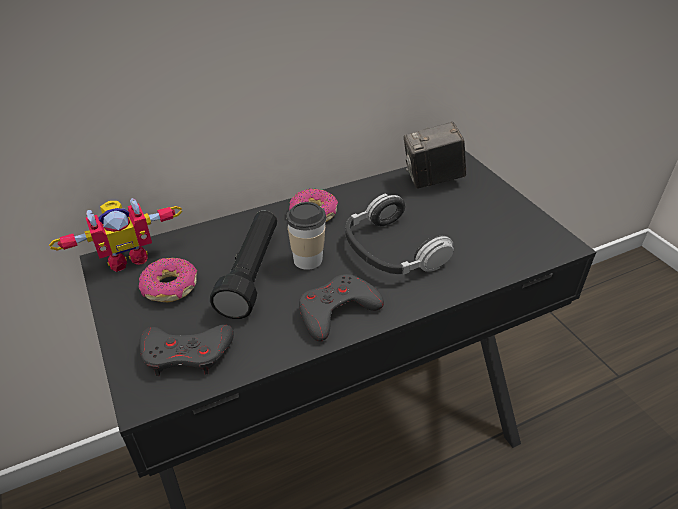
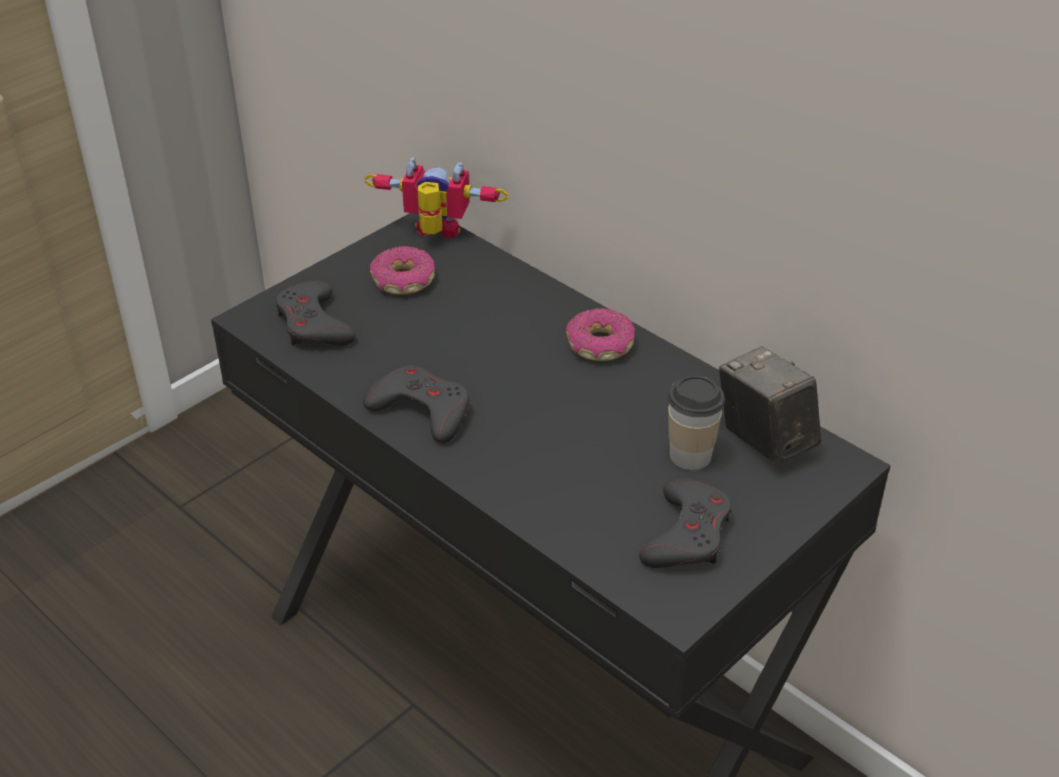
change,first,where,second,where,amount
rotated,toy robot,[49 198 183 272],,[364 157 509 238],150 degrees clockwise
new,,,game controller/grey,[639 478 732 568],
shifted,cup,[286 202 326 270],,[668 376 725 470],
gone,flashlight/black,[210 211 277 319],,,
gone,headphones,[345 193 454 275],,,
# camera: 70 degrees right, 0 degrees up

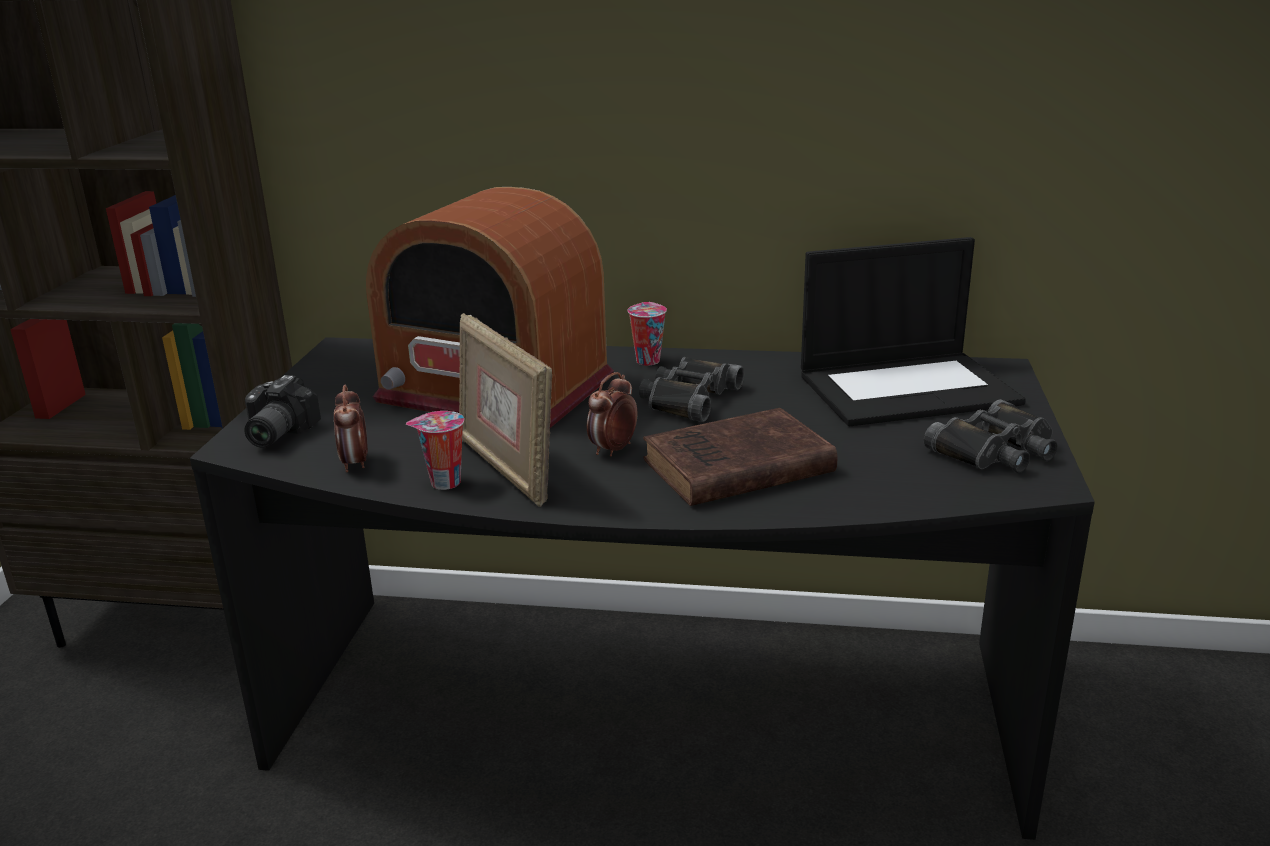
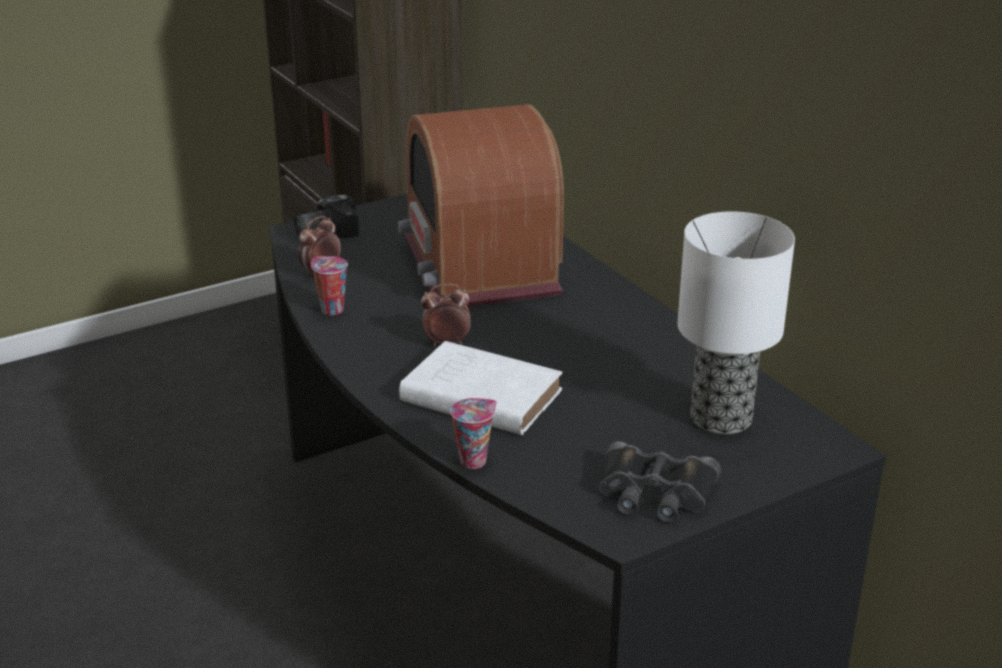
change,first,where,second,where,amount
repainted,book/brown,[643 408 837 506],book/white,[399 341 562 435],
shifted,cup,[627 302 667 366],,[450 398 497 469],
swapped,laptop,[801 237 1026 426],table lamp,[677 212 795 434],
gone,picture frame,[459 313 552 507],,,
gone,binoculars/black,[639 357 744 422],,,
# camera: 50 degrees right, 5 degrees up

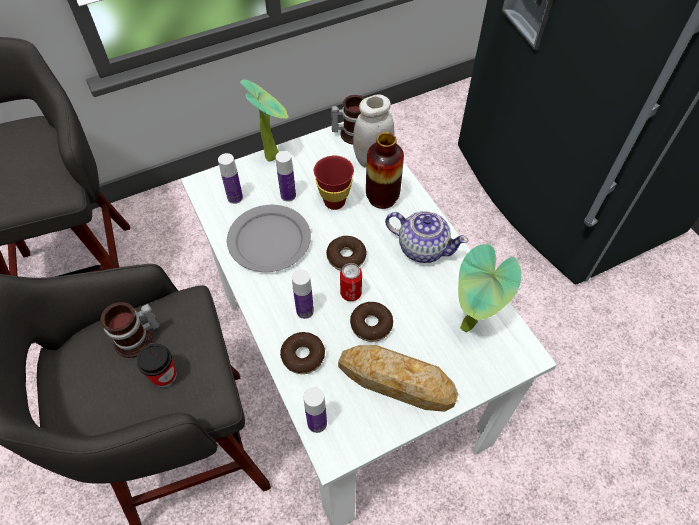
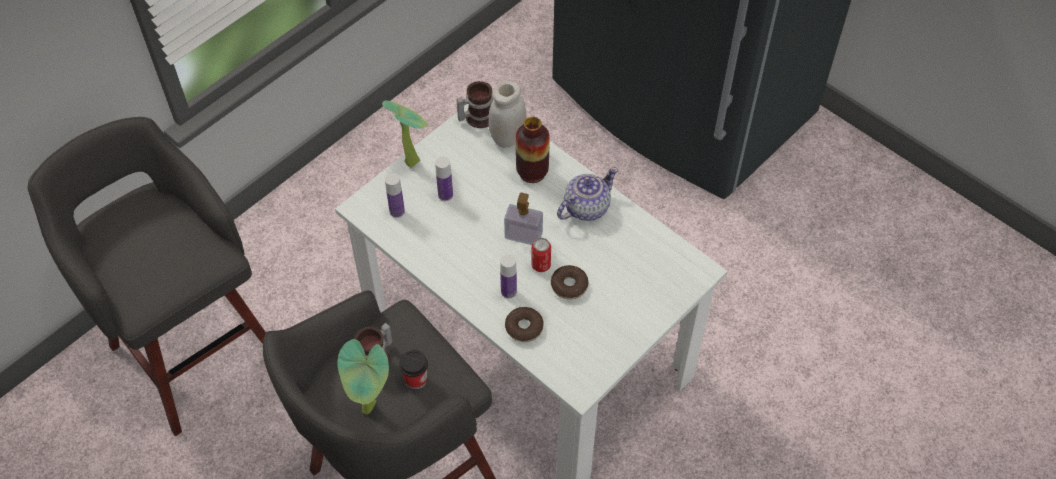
change,first,where,second,where,amount
shifted,potted plant,[458 244 521 332],,[337 339 389 415],
swapped,donut,[326 236 366 271],soap dispenser,[504 192 543 245],
rotated,teapot,[385 211 468 263],,[557 167 618 221],45 degrees counterclockwise
gone,plate/grey,[227 205 311 272],,,
gone,bottle,[304 387 327 433],,,
gone,cup/red,[314 156 354 210],,,
gone,bread,[338 345 458 412],,,
# camera: 20 degrees left, 0 degrees up

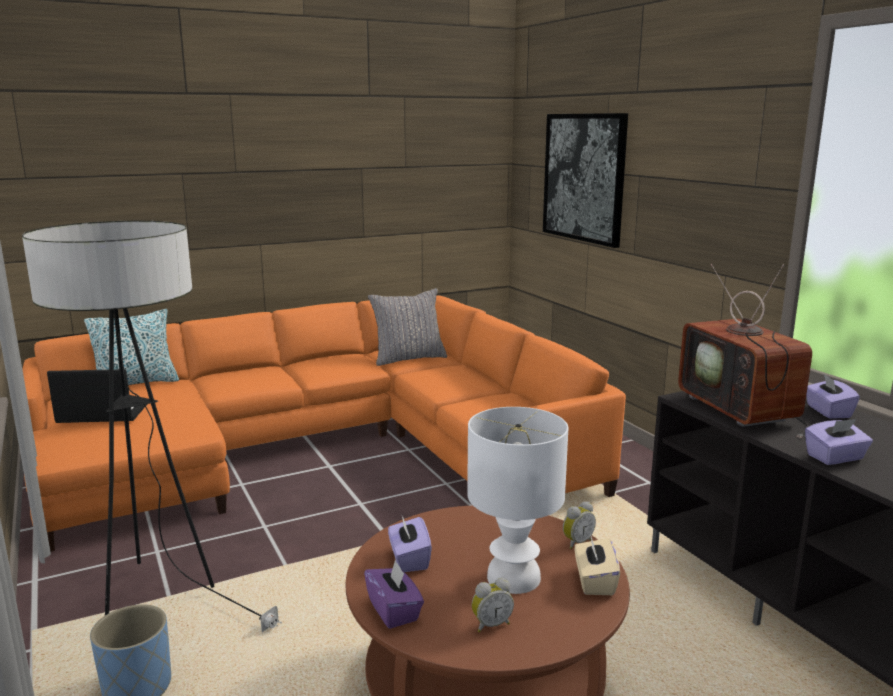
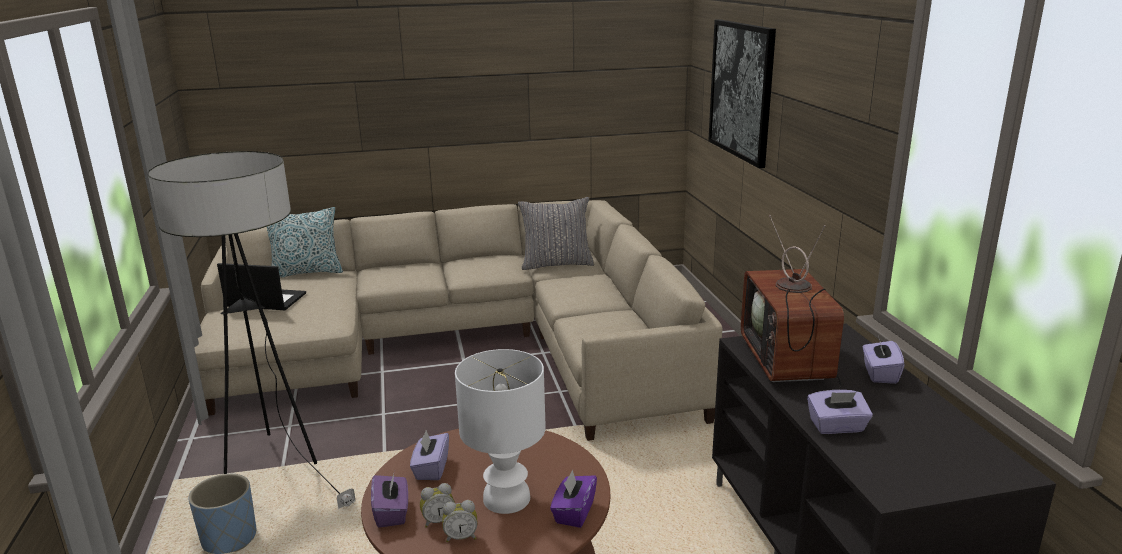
change,first,where,second,where,amount
repainted,sofa/orange,[22 295 626 552],sofa/beige,[194 200 722 441],
shifted,alarm clock,[563 501 596 549],,[420 483 455 528],
repainted,tissue box/beige,[575 533 620 595],tissue box/purple,[550 470 597 528],
# camera: 15 degrees right, 5 degrees up

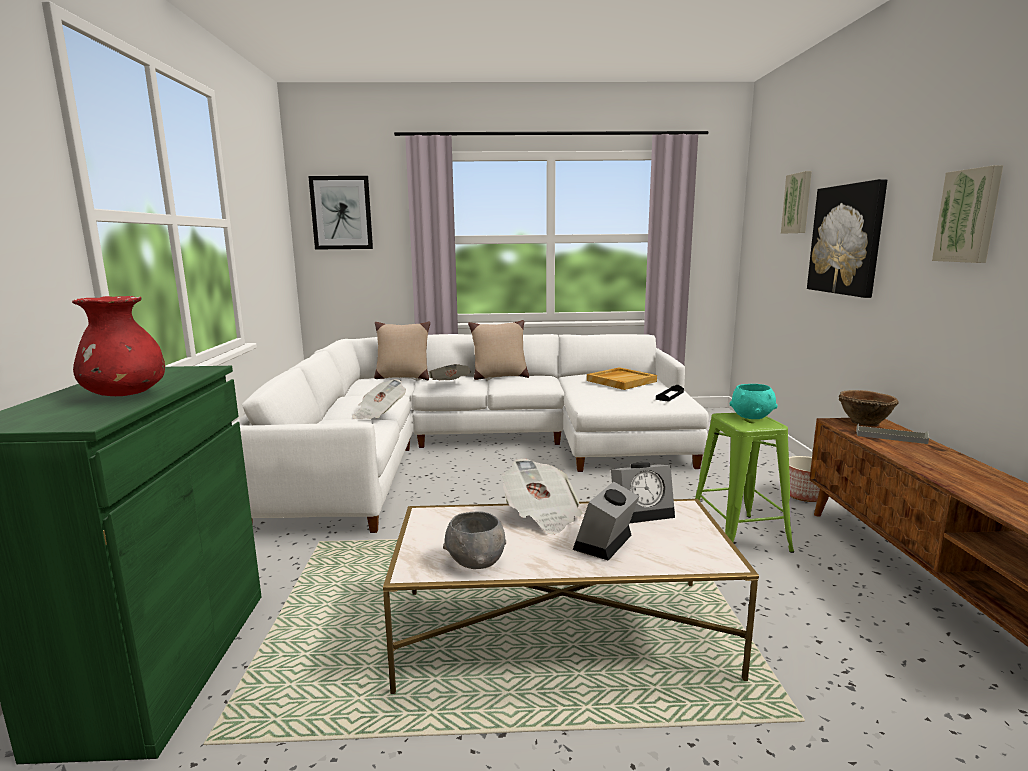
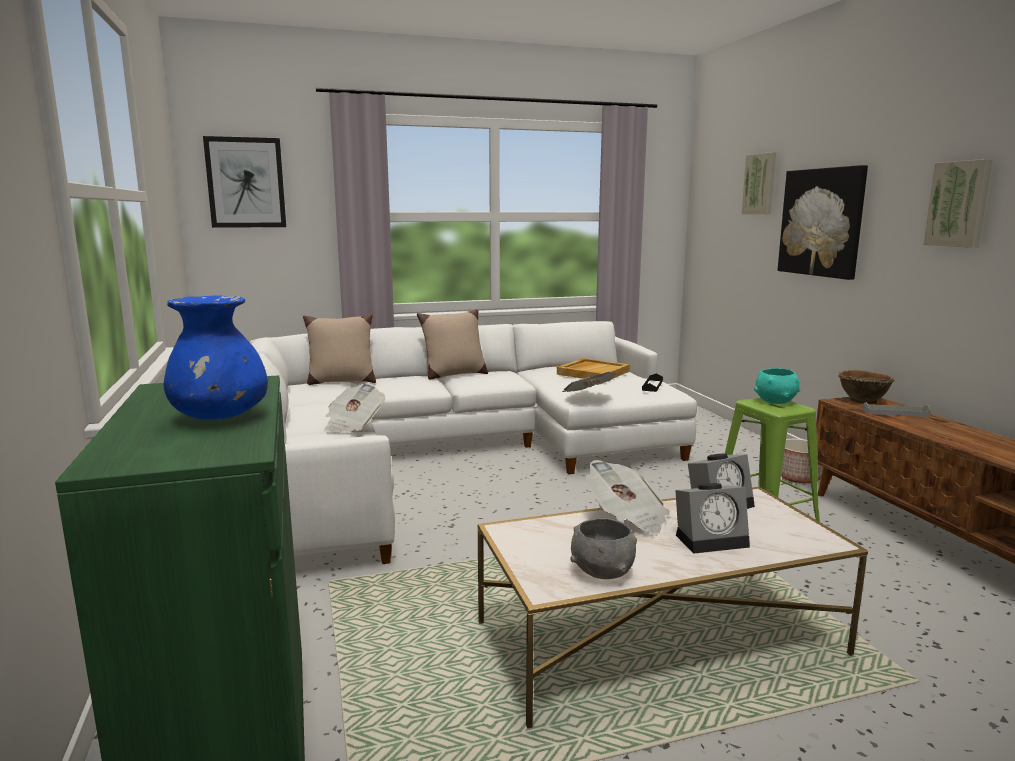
change,first,where,second,where,amount
repainted,vase/red,[72 296 165 396],vase/blue,[164 295 268 419],
shifted,newspaper,[429 364 471 380],,[562 372 616 392],
rotated,alarm clock,[573 481 639 561],,[675 483 750 553],120 degrees counterclockwise
# camera: 15 degrees left, 0 degrees up

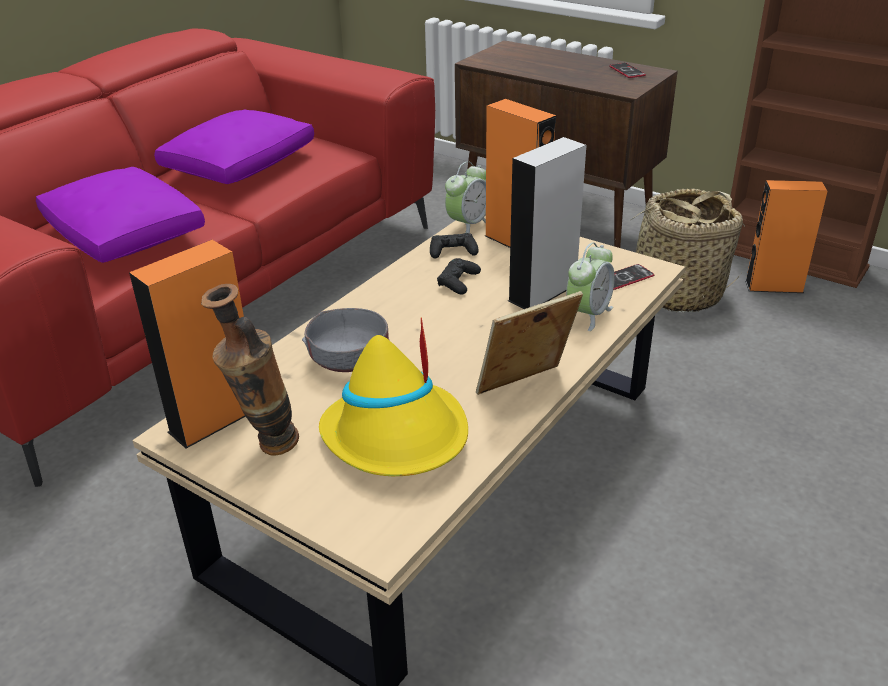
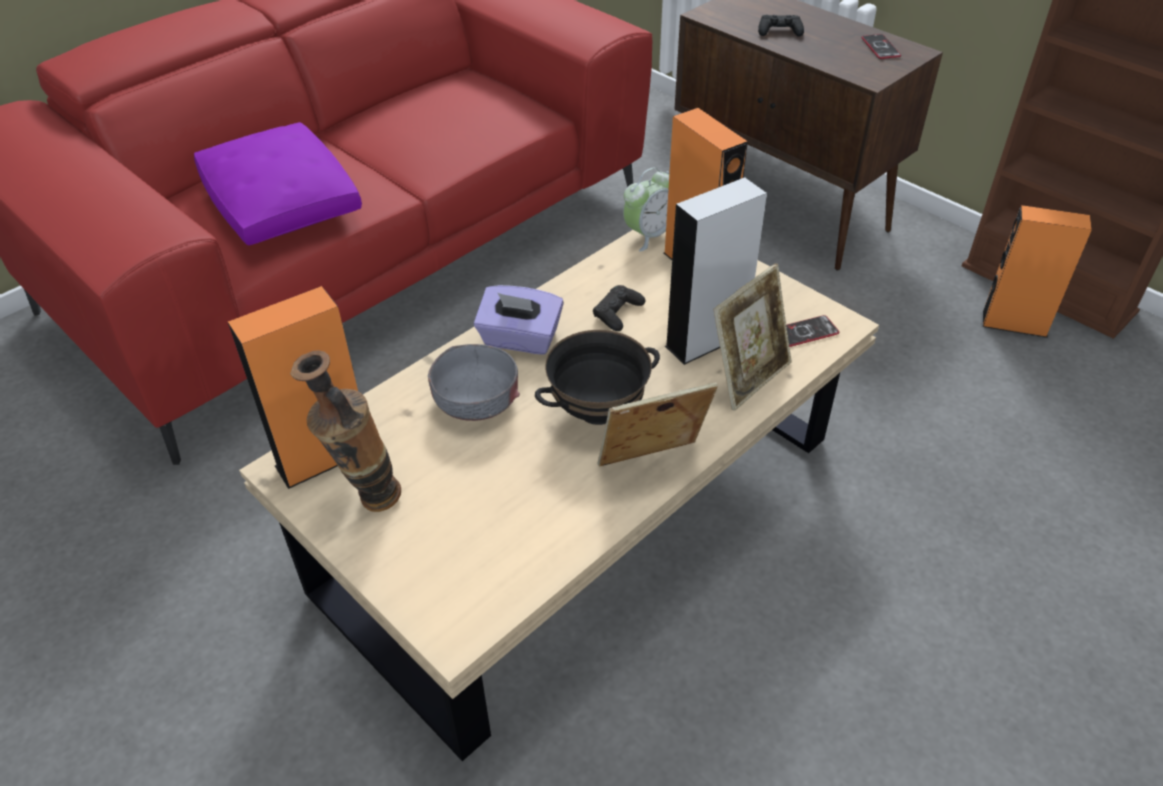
change,first,where,second,where,amount
new,,,tissue box/purple,[474 285 564 355],
new,,,bowl/black,[535 330 660 425],
swapped,alarm clock,[566 242 615 331],picture frame,[713 264 792 411],
shifted,game controller/black,[430 233 479 259],,[758 15 804 37],
gone,pillow/purple,[154 110 314 184],,,
gone,hat/yellow,[319 317 468 476],,,
gone,basket,[614 189 745 312],,,
# camera: 10 degrees right, 10 degrees up

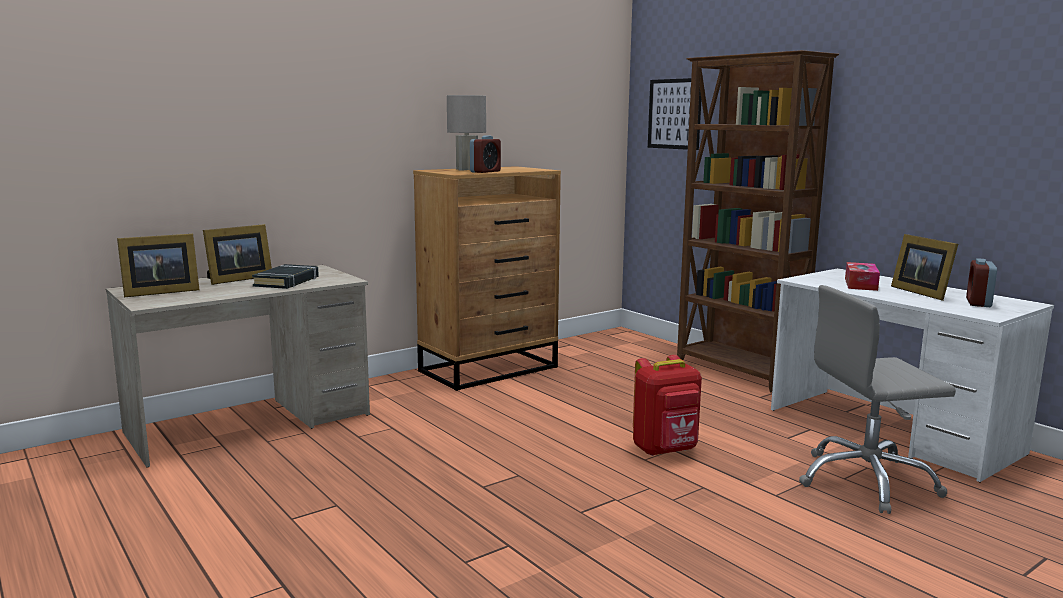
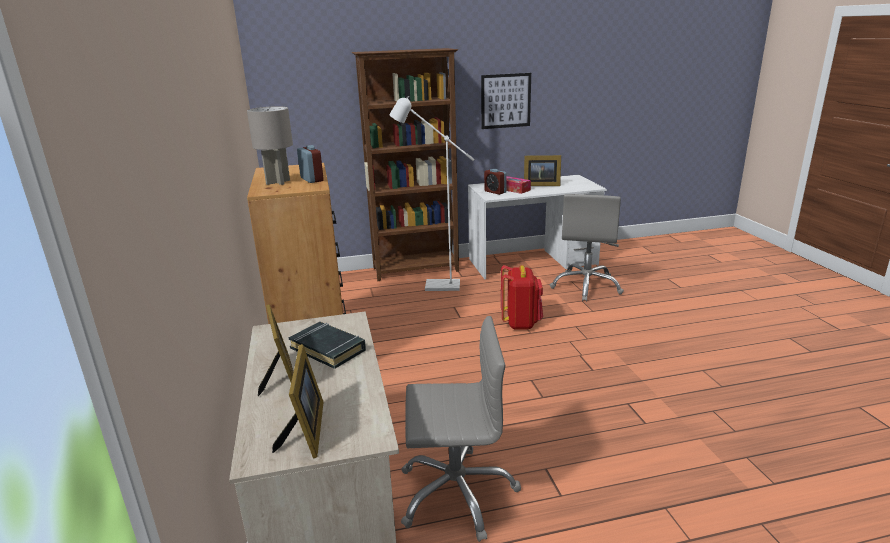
change,first,where,second,where,amount
new,,,floor lamp/white,[389 96 474 291],
new,,,office chair/grey,[401 316 521 542],
shifted,picture,[648 78 701 150],,[481 73 531 129],
shifted,alarm clock,[966 258 997 307],,[484 169 507 195],
# camera: 65 degrees left, 10 degrees up

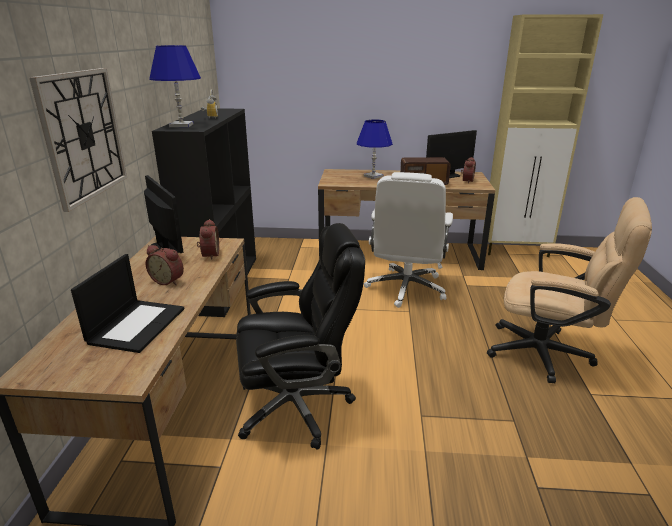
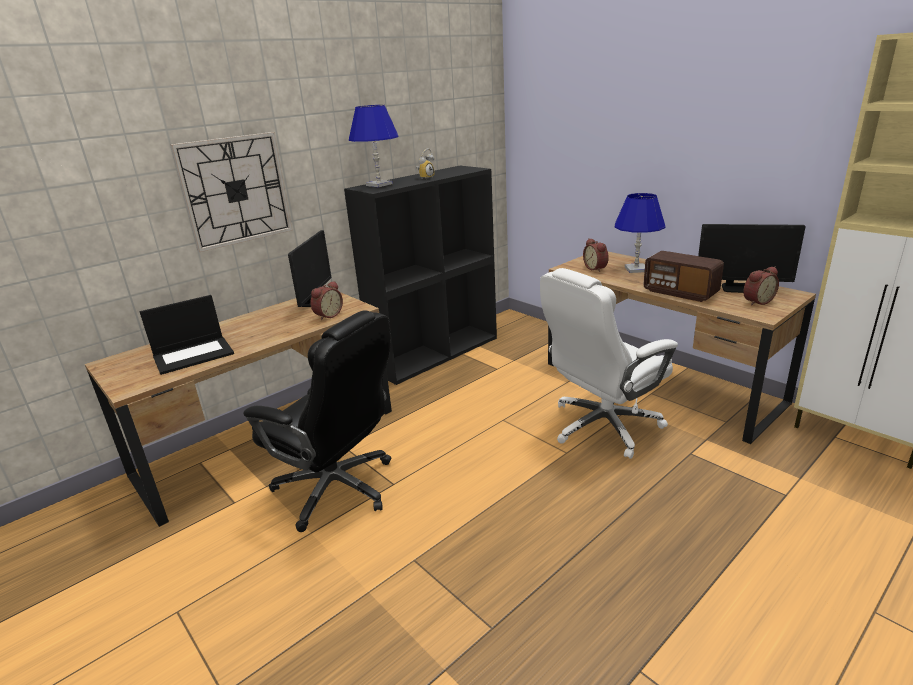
change,first,where,second,where,amount
shifted,alarm clock,[146 245 184 285],,[583 239 609 272],
gone,office chair/beige,[487 197 652 383],,,
# camera: 45 degrees right, 0 degrees up

